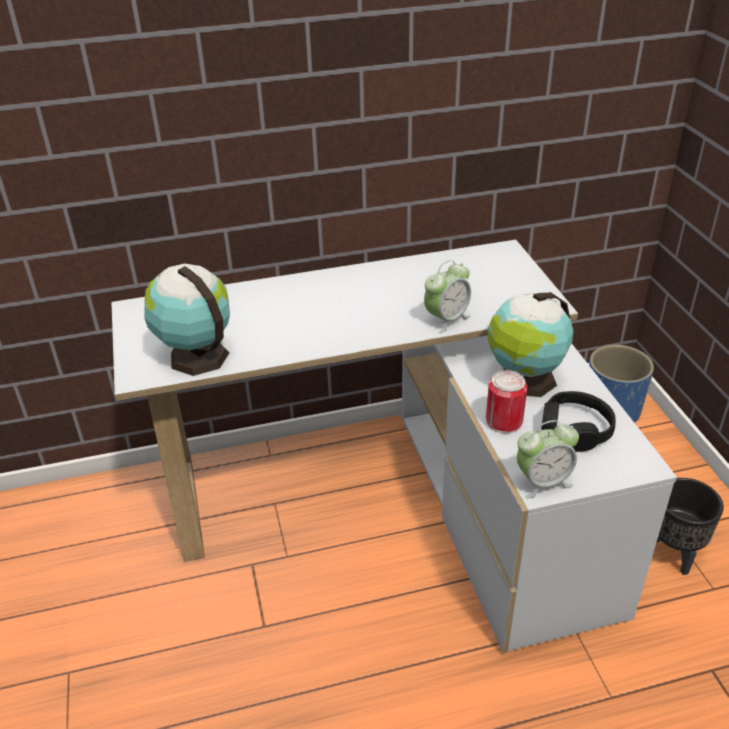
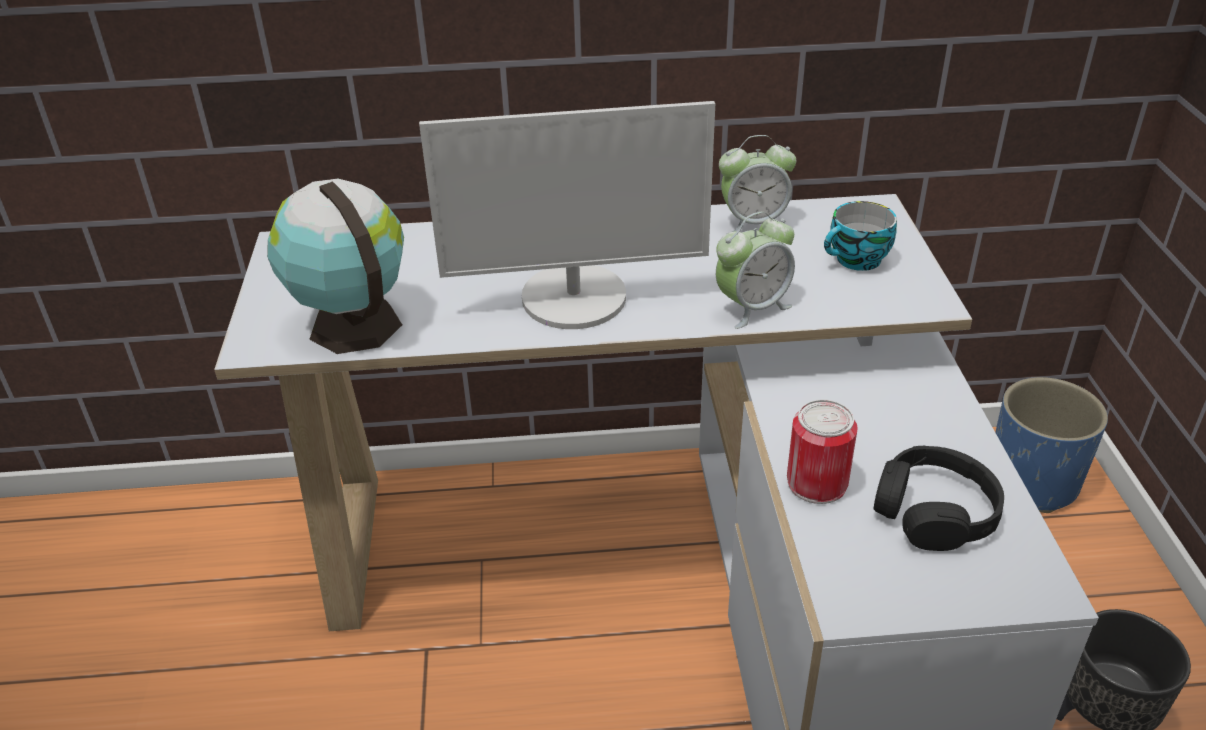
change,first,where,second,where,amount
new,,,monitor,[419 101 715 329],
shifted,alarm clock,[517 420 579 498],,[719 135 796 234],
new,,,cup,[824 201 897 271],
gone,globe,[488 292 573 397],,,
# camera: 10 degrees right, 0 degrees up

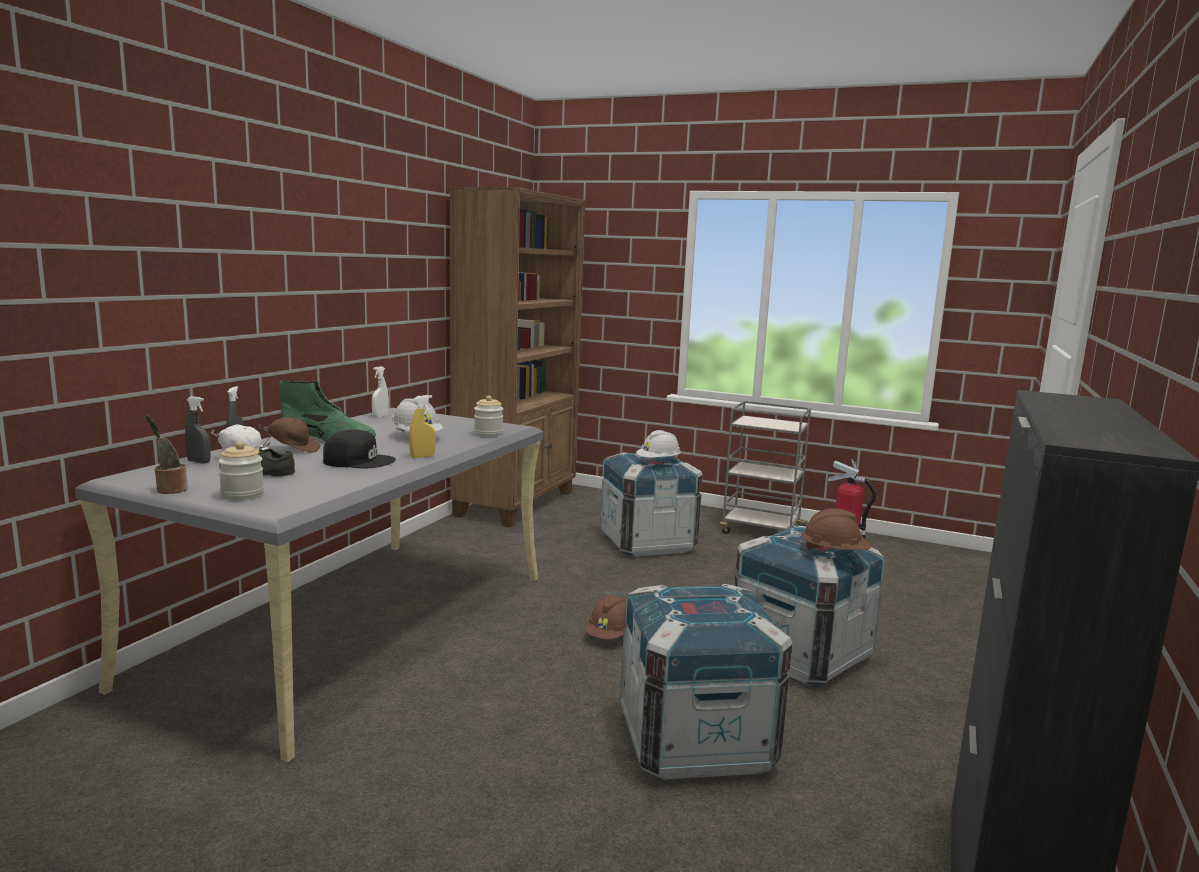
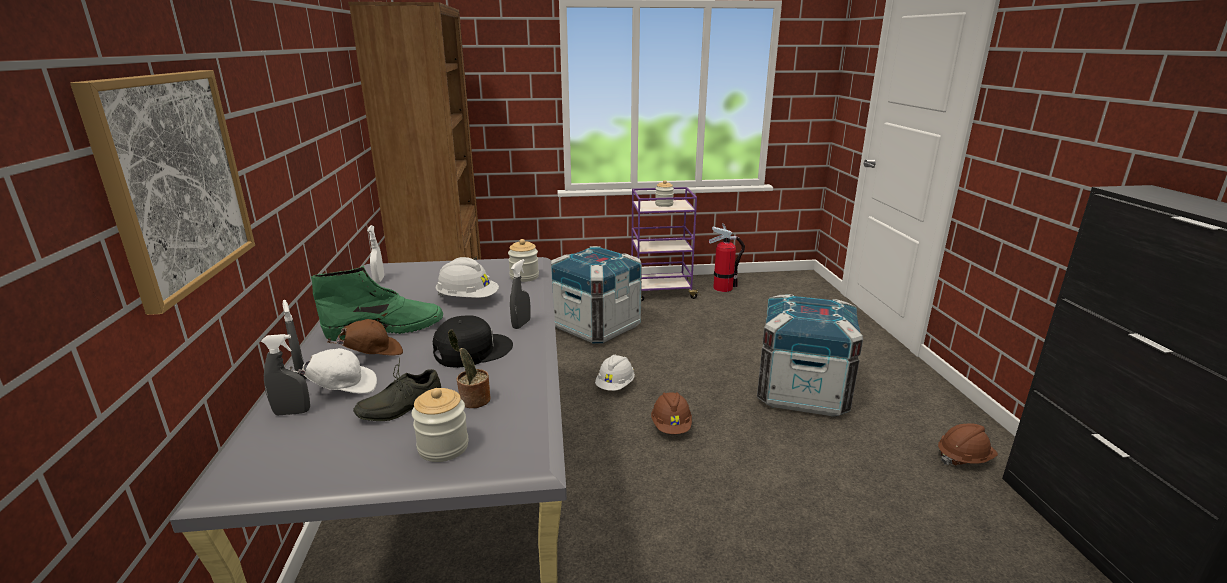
change,first,where,second,where,amount
new,,,picture,[70 70 255 315],
shifted,potted plant,[146 415 188 494],,[448 329 491 408],
repainted,spray bottle/yellow,[409 395 436 458],spray bottle/grey,[510 259 531 329],
shifted,hard hat/white,[636 430 681 460],,[595 355 635 391],
repainted,cart/grey,[720 401 811 534],cart/purple,[631 187 700 301],
new,,,jar,[655 180 674 207],
shifted,hard hat/brown,[800 509 870 551],,[938 423 998 466],
gone,crate,[620 584 793 780],,,
# camera: 30 degrees left, 10 degrees up

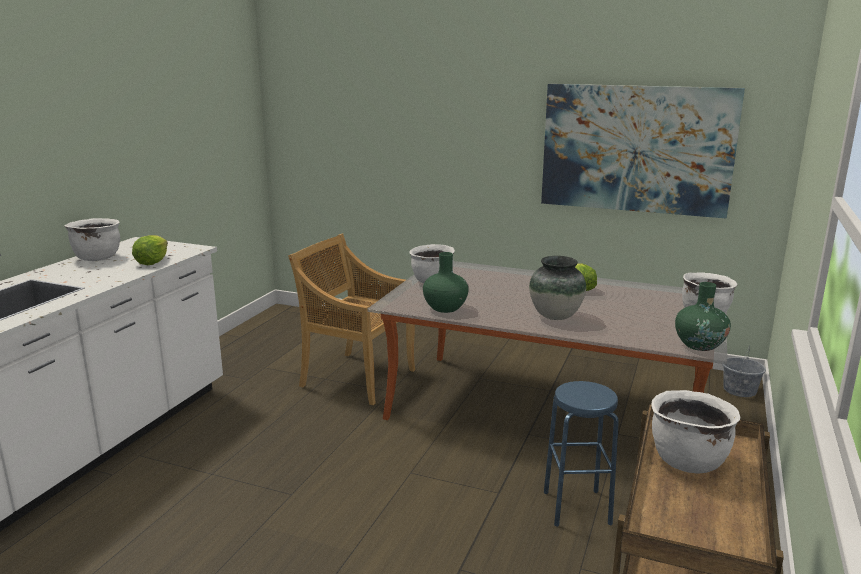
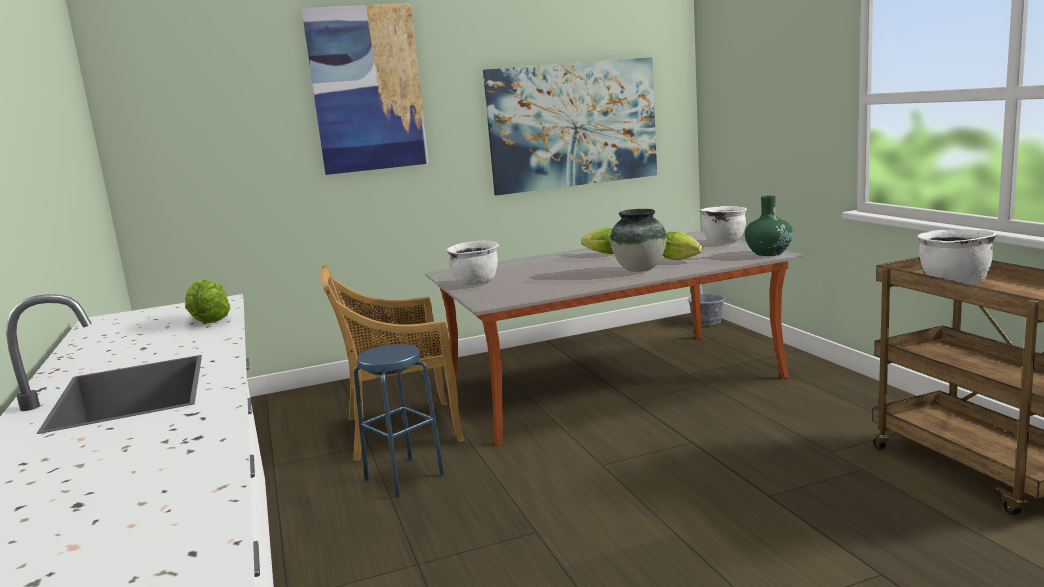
change,first,where,second,where,amount
new,,,picture,[302 3 429 175],
shifted,stool/blue,[544 381 619 527],,[354 344 444 497],
new,,,lettuce,[662 232 703 260],
gone,cooking pot/white,[64 218 120 261],,,
gone,vase/green,[423 252 469 313],,,
# camera: 40 degrees left, 5 degrees down

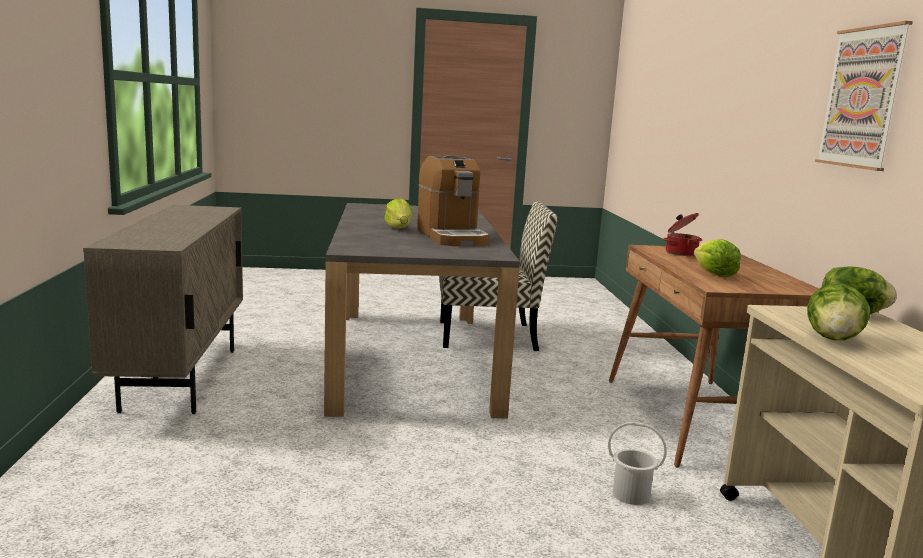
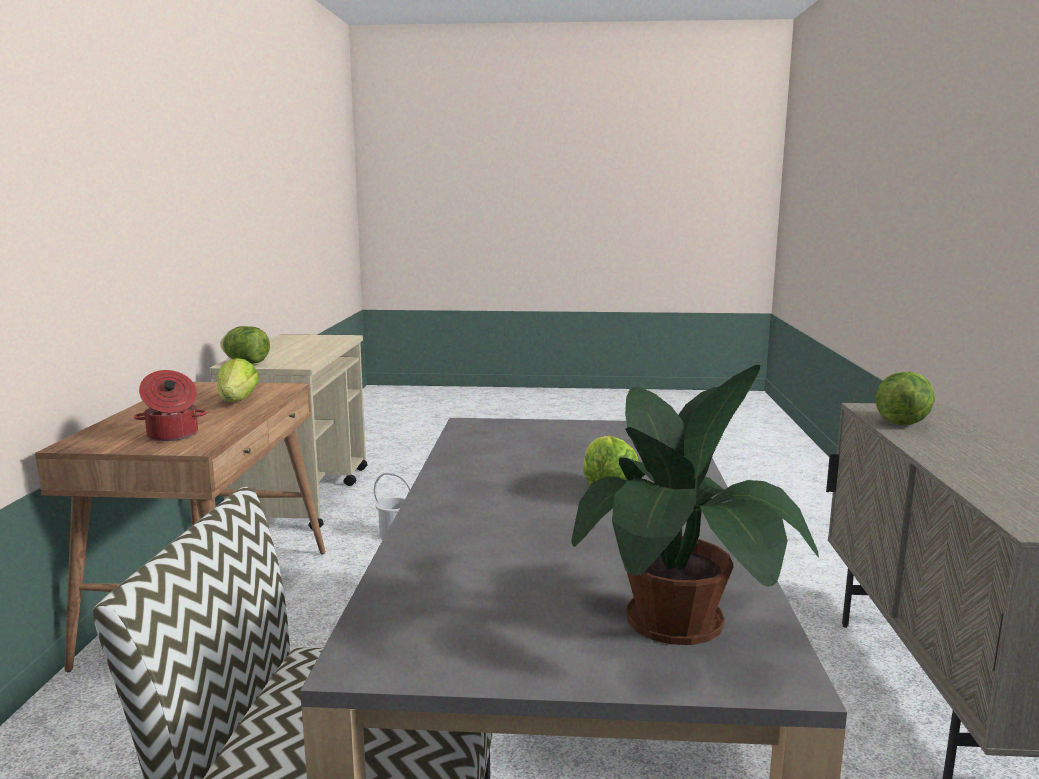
change,first,where,second,where,amount
new,,,potted plant,[571 365 819 645],
shifted,lettuce,[807 284 870 340],,[876 372 935 425],
gone,coffee machine,[417 155 489 246],,,
gone,picture,[815 21 913 171],,,
# camera: 170 degrees left, 0 degrees up

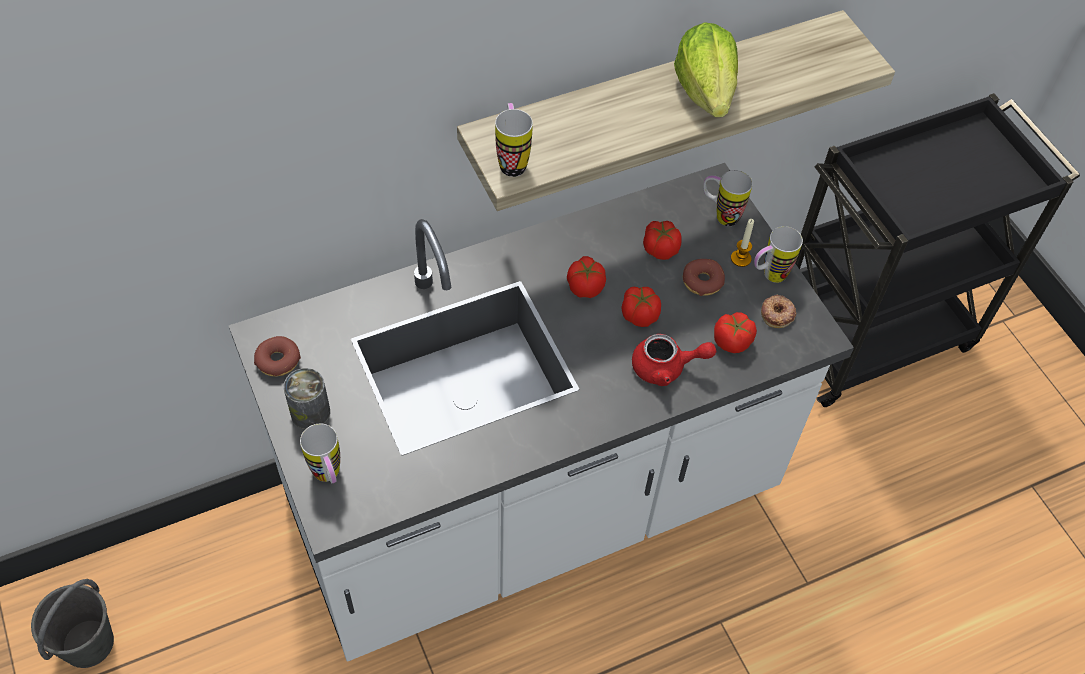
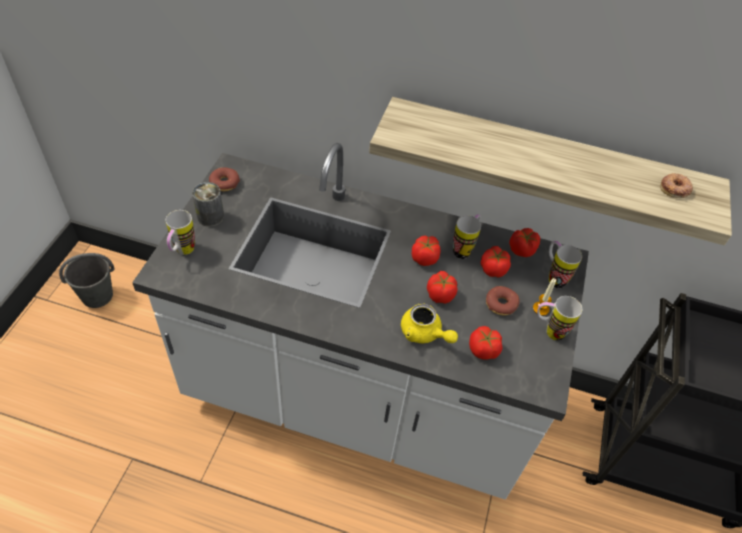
change,first,where,second,where,amount
repainted,teapot/red,[632 334 716 386],teapot/yellow,[401 304 458 343],
shifted,mug,[495 103 533 177],,[453 214 481 259],
new,,,tomato,[509 228 540 257],
shifted,donut,[761 295 796 328],,[660 173 693 198],
gone,lettuce,[674 22 738 117],,,
# camera: 40 degrees right, 5 degrees down

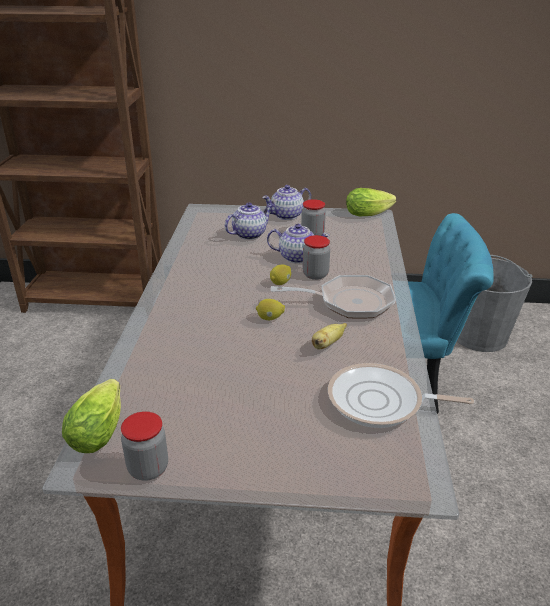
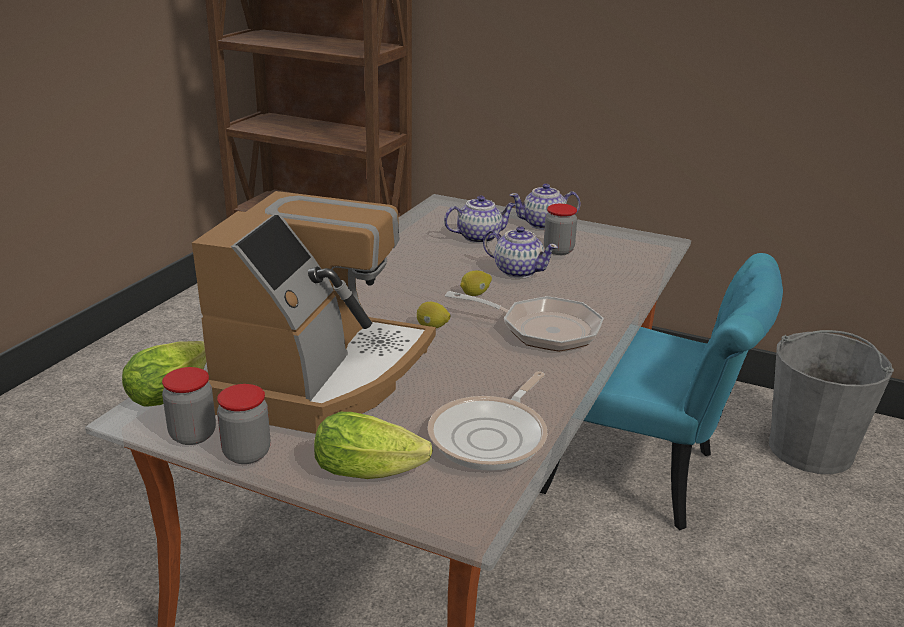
change,first,where,second,where,amount
new,,,coffee machine,[192 191 436 434],
shifted,jar,[303 235 330 280],,[217 384 270 464],
shifted,lettuce,[346 188 396 216],,[314 412 433 479],
rotated,frying pan,[328 363 474 428],,[428 371 548 471],90 degrees counterclockwise
gone,banana,[312 323 347 349],,,
# camera: 20 degrees right, 5 degrees down

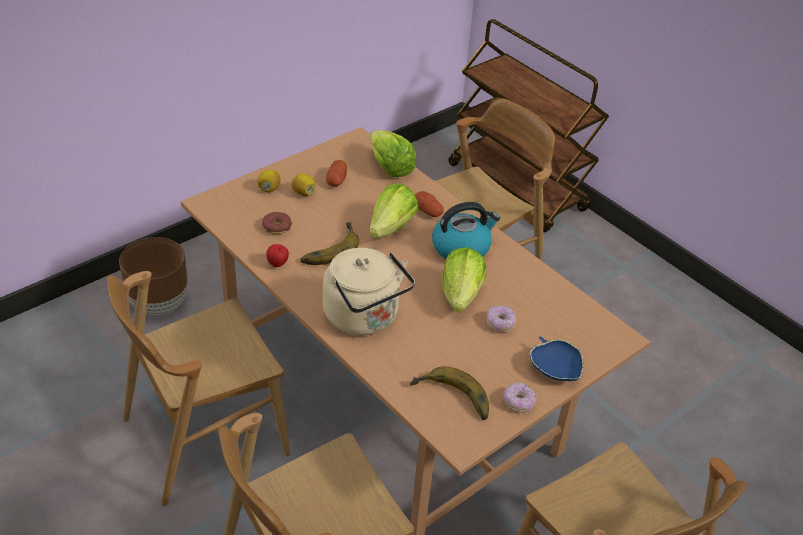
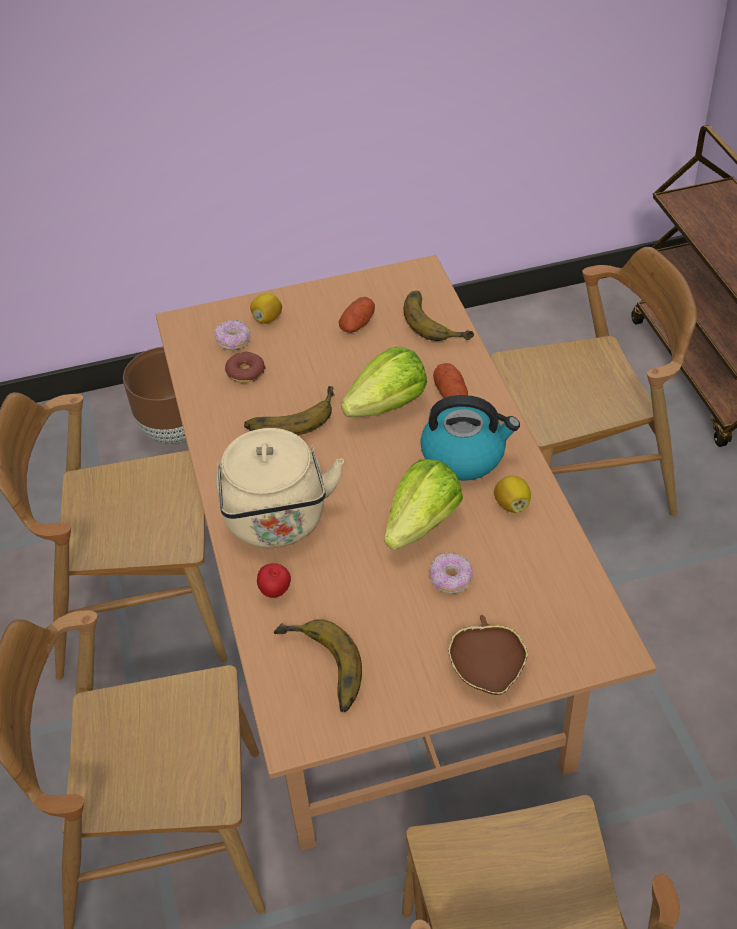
change,first,where,second,where,amount
shifted,donut,[503 382 537 412],,[214 320 251 350],
shifted,apple,[266 244 289 267],,[257 563 291 598],
swapped,lettuce,[370 130 416 177],banana,[404 291 474 341],
repainted,bowl/blue,[530 336 584 381],bowl/brown,[448 615 528 695],
shifted,lemon,[291 174 316 196],,[494 476 531 513],
# camera: 30 degrees right, 5 degrees up

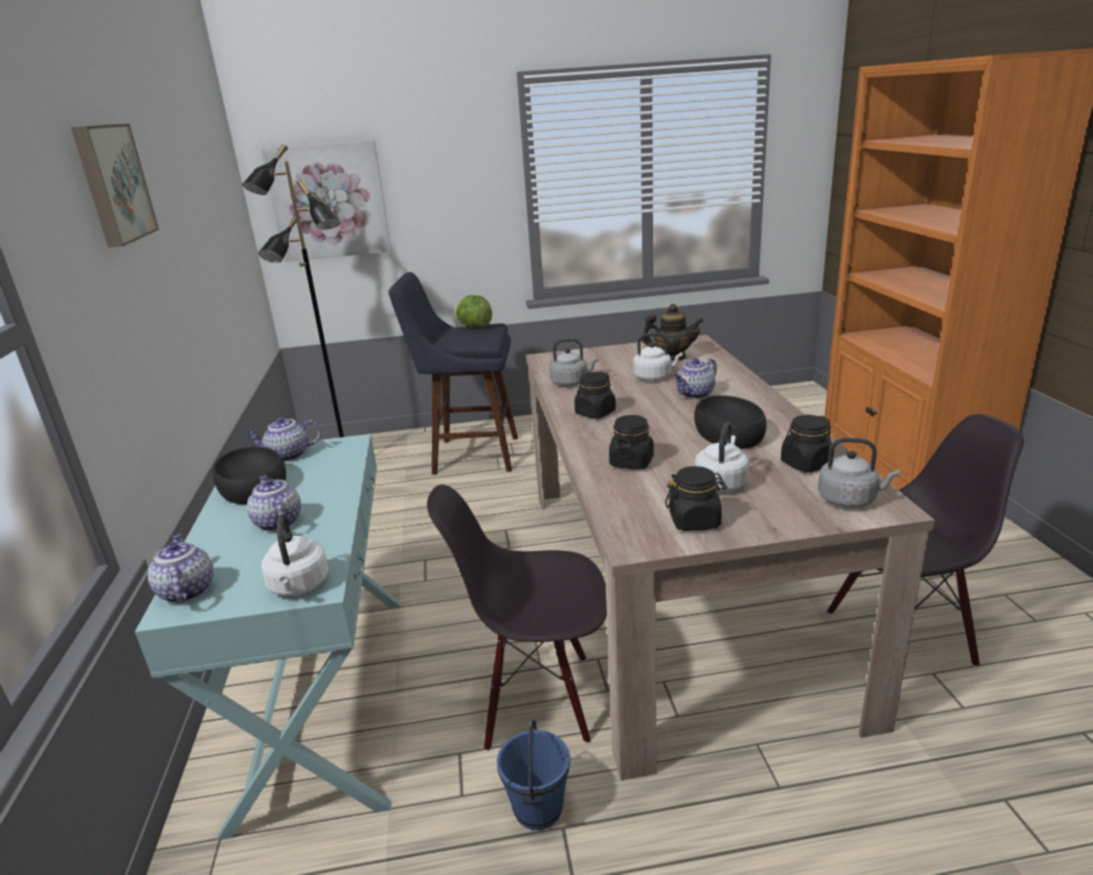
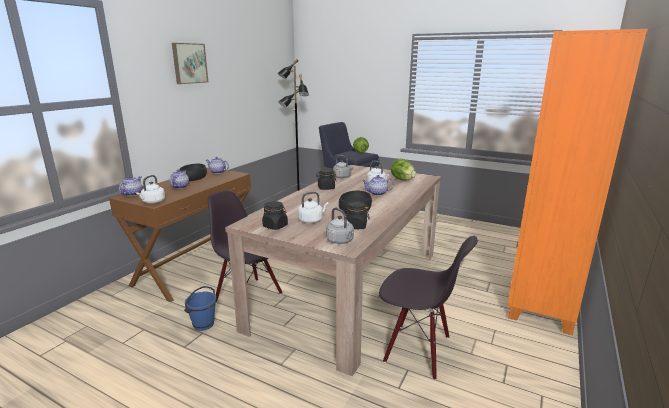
change,first,where,second,where,amount
repainted,console table/turquoise,[135 434 401 841],console table/brown,[109 168 251 302],
swapped,teapot,[642 304 704 361],lettuce,[391 158 416 181],
gone,picture,[261 140 391 262],,,
gone,jar/black,[609 415 654 470],,,
# camera: 35 degrees right, 5 degrees down

